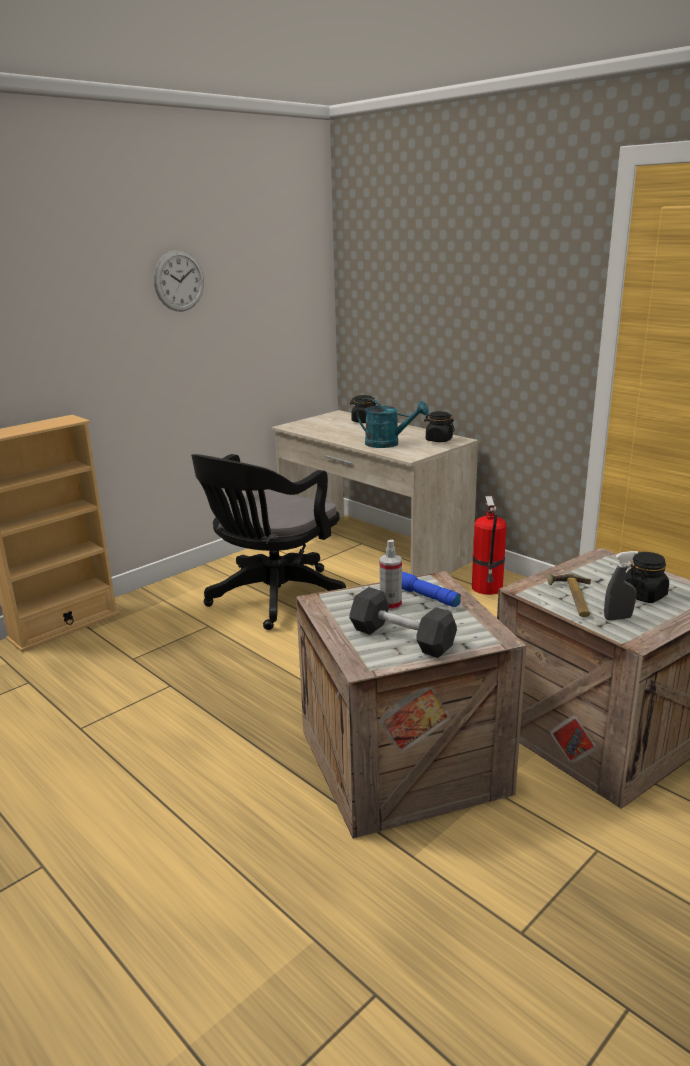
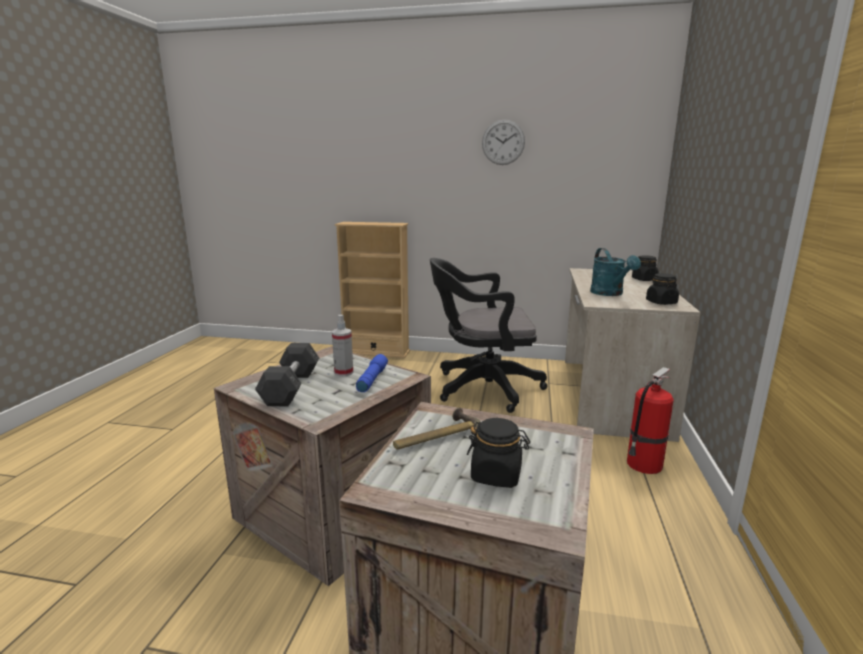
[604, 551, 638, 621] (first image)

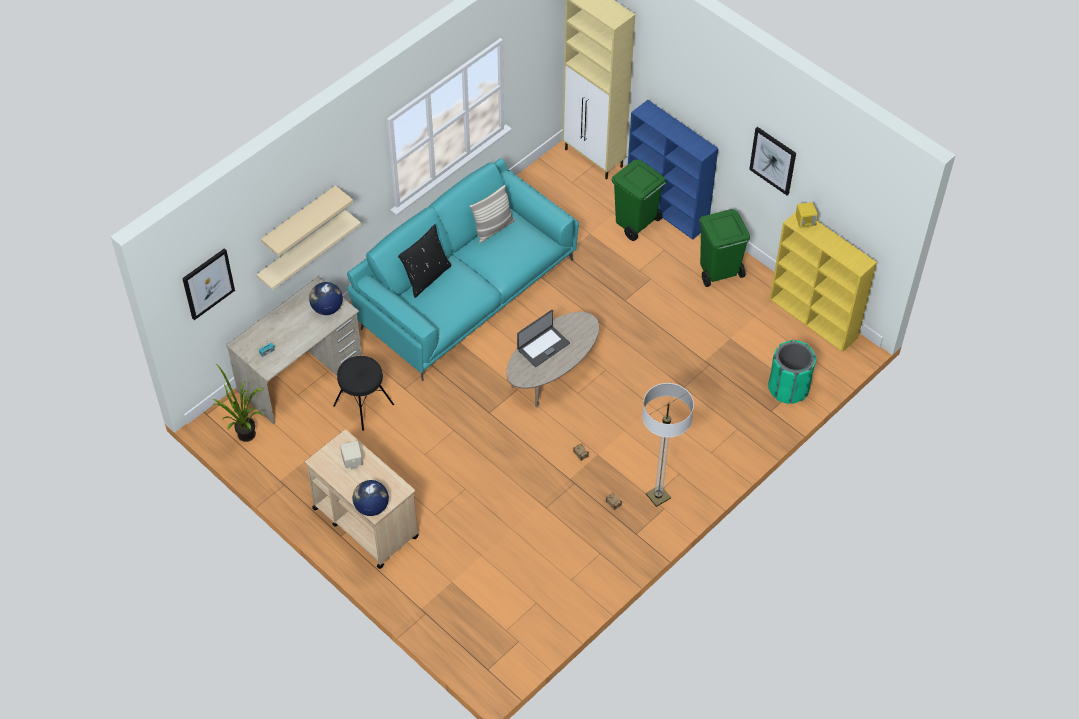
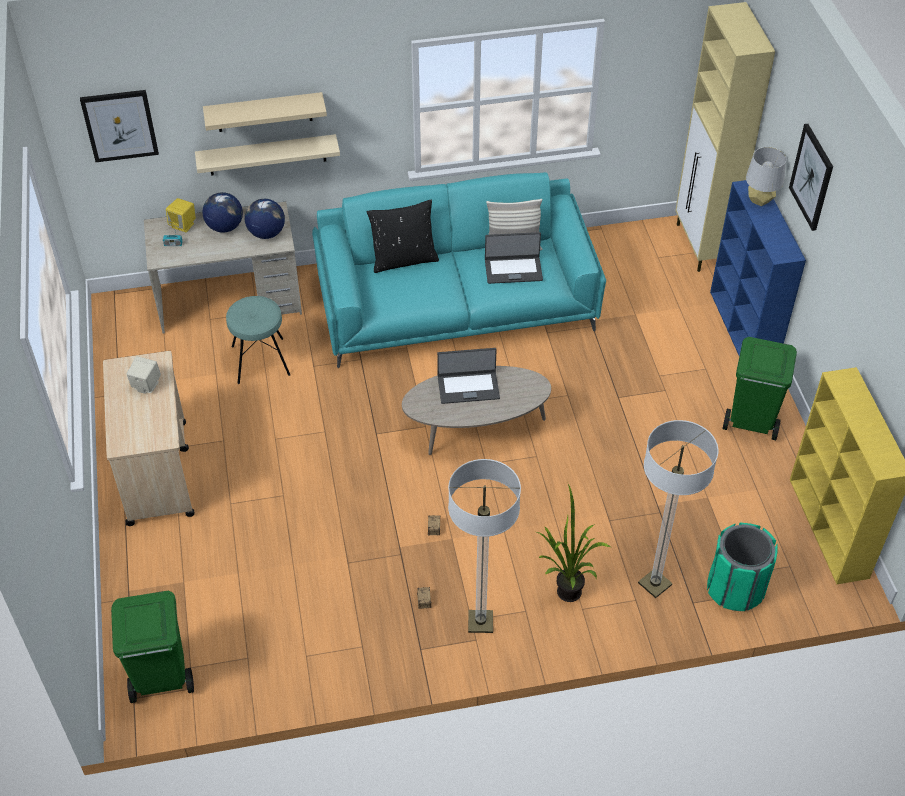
[111, 591, 194, 703]
[166, 198, 196, 232]
[202, 192, 243, 233]
[226, 296, 290, 384]
[485, 232, 543, 284]
[537, 484, 611, 602]
[638, 420, 718, 598]
[746, 147, 786, 206]
[789, 124, 833, 231]

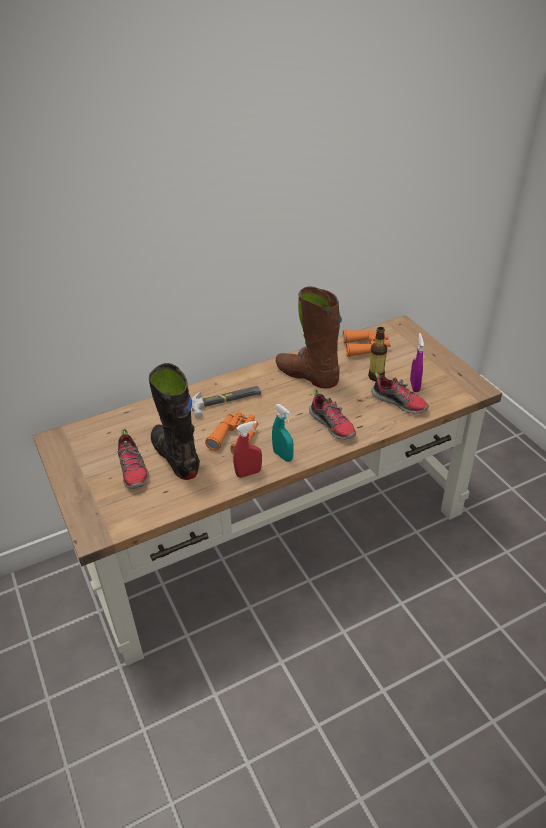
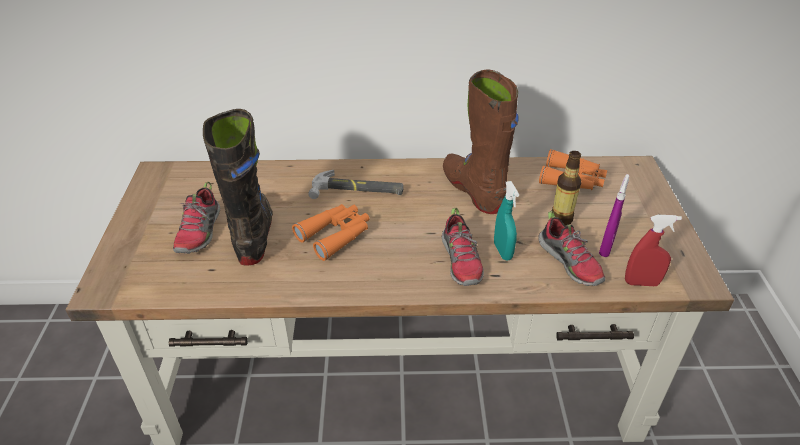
[494, 181, 519, 260]
[625, 215, 682, 286]

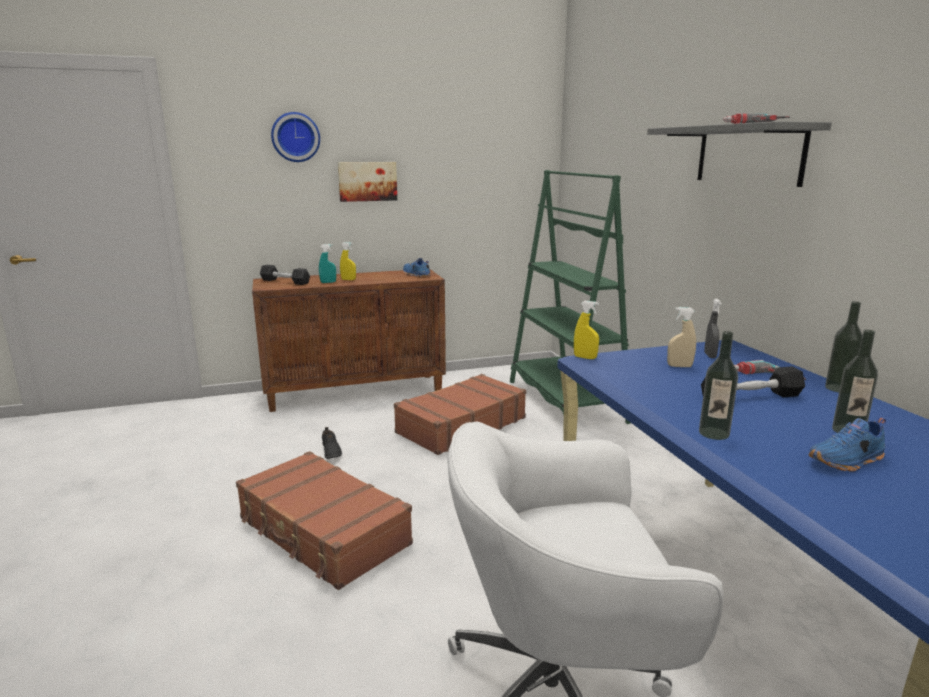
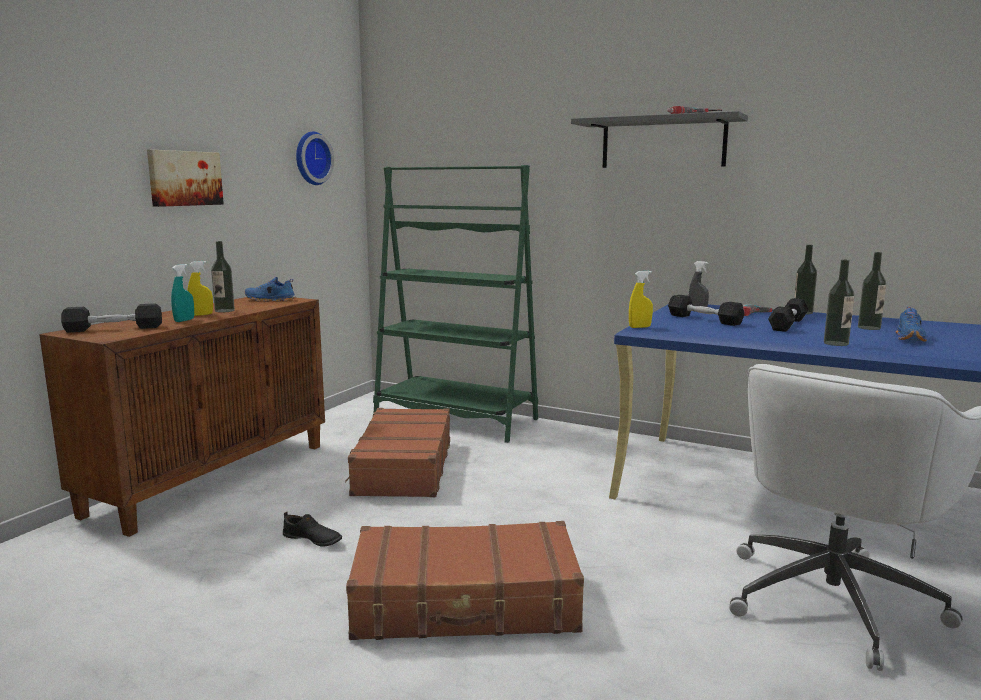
[211, 241, 235, 313]
[296, 132, 334, 185]
[668, 295, 744, 326]

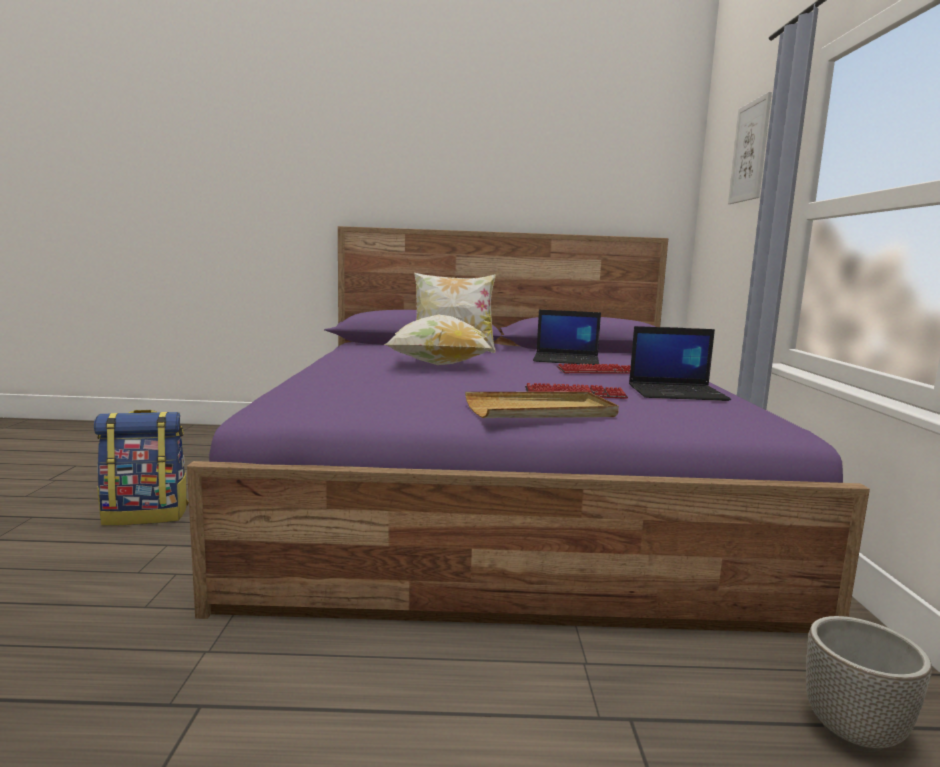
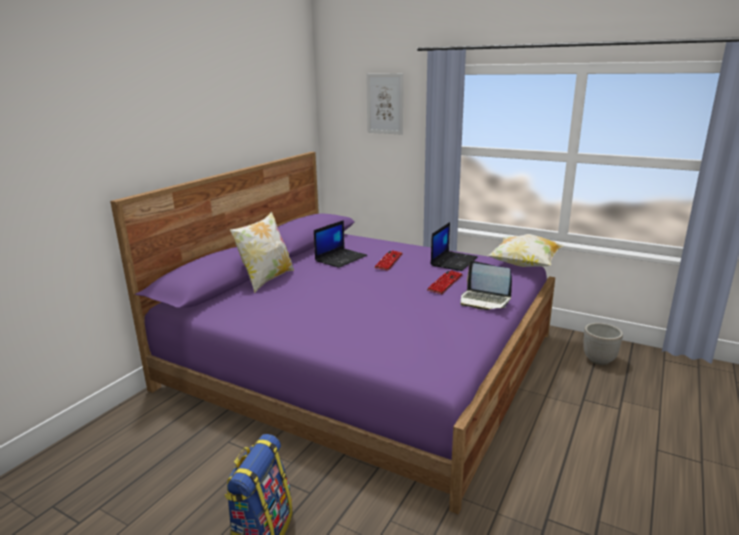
[460, 261, 512, 310]
[487, 234, 563, 267]

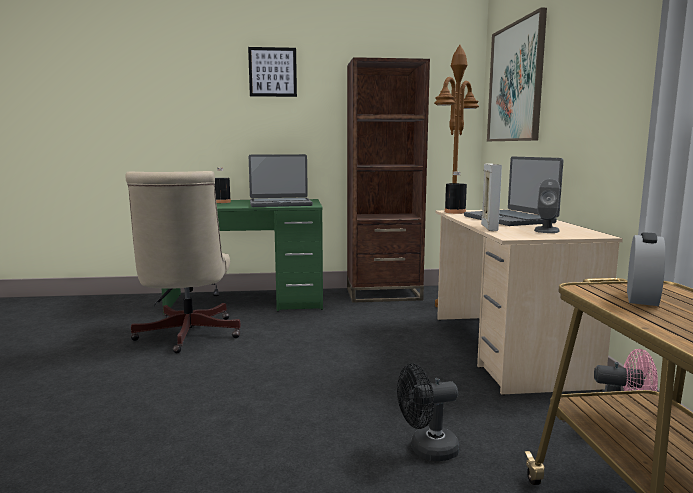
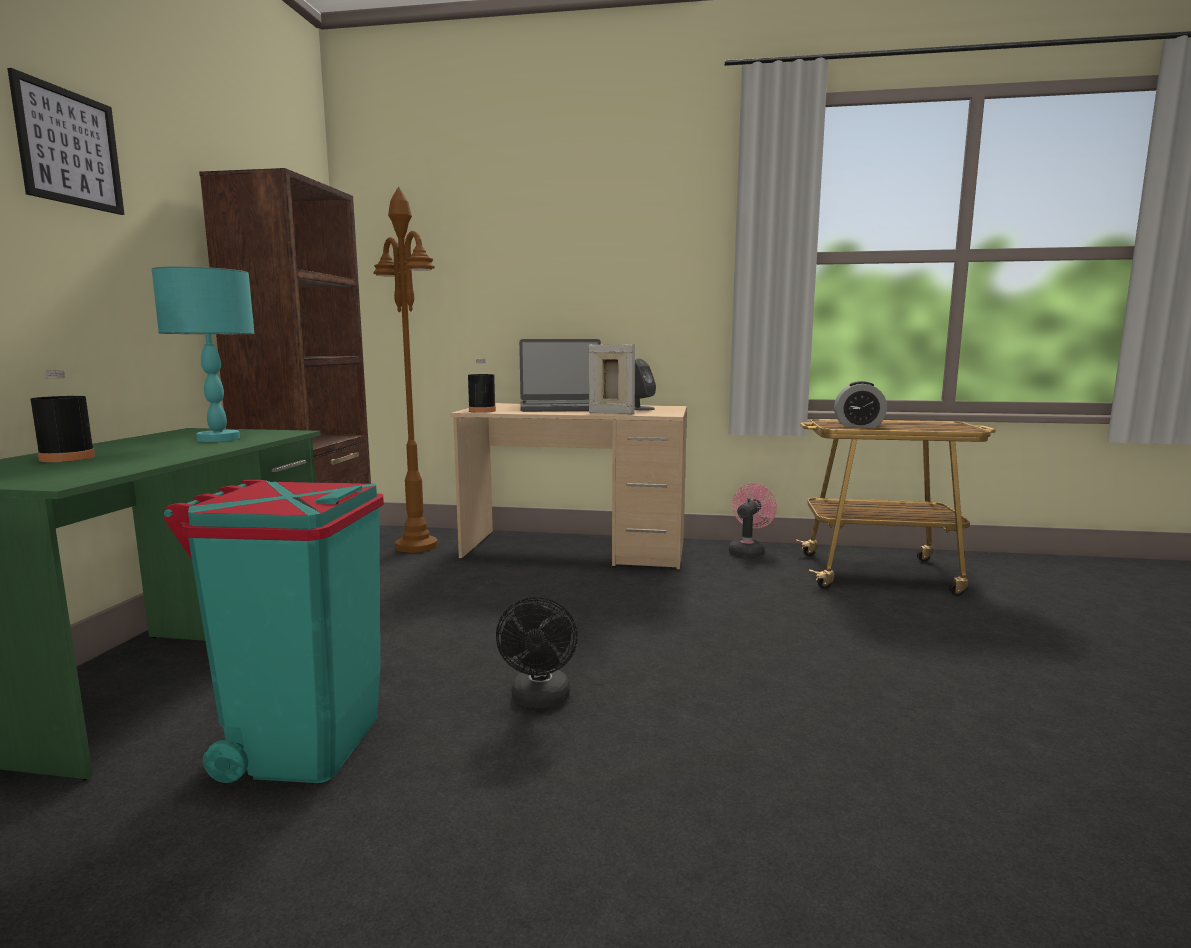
[151, 266, 255, 442]
[164, 480, 384, 783]
[496, 597, 578, 708]
[834, 381, 887, 427]
[487, 8, 547, 141] (first image)

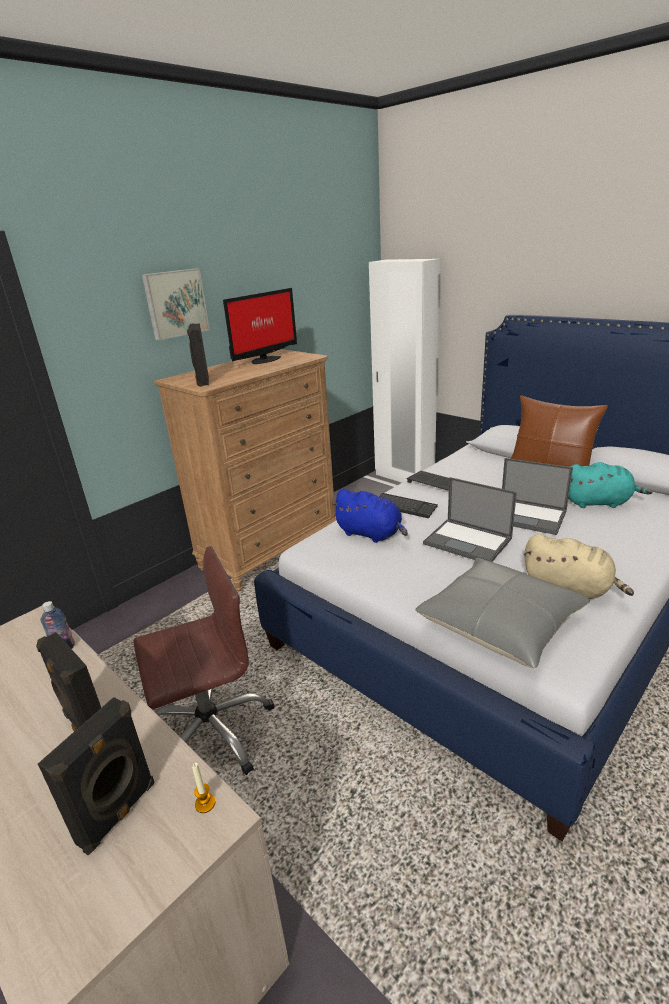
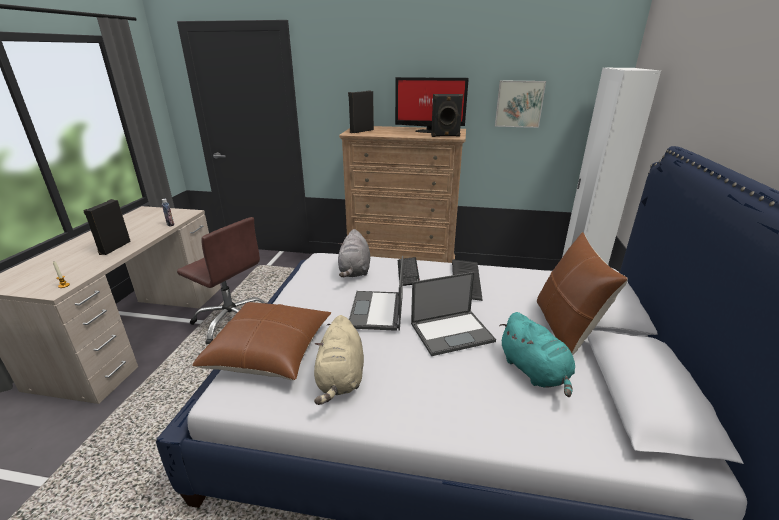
[192, 302, 331, 380]
[338, 229, 370, 277]
[411, 272, 496, 356]
[431, 94, 463, 137]
[495, 80, 546, 128]

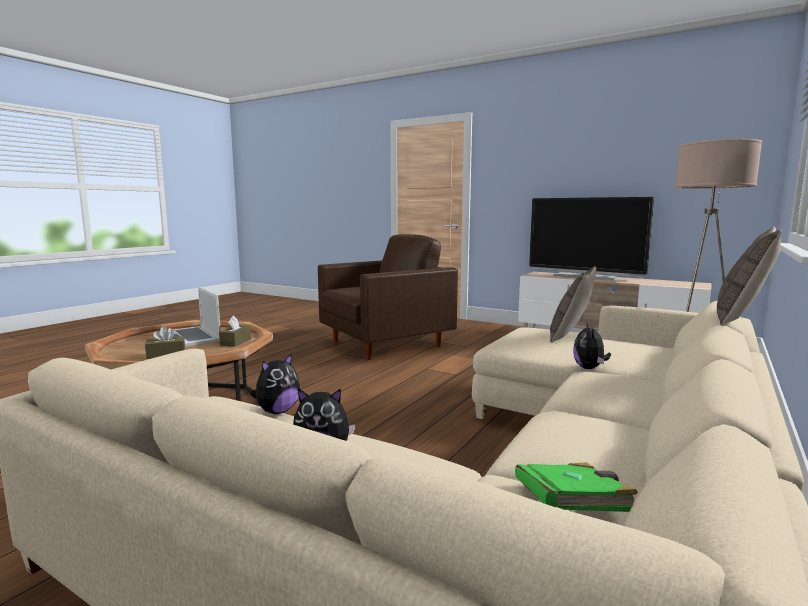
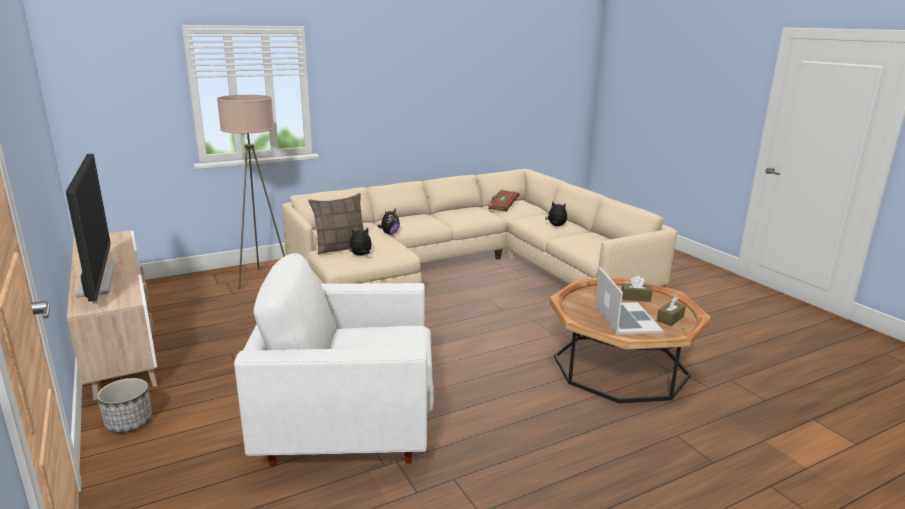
[97, 378, 152, 433]
[234, 253, 434, 467]
[349, 228, 372, 256]
[488, 189, 520, 211]
[657, 297, 686, 326]
[717, 226, 781, 326] (first image)

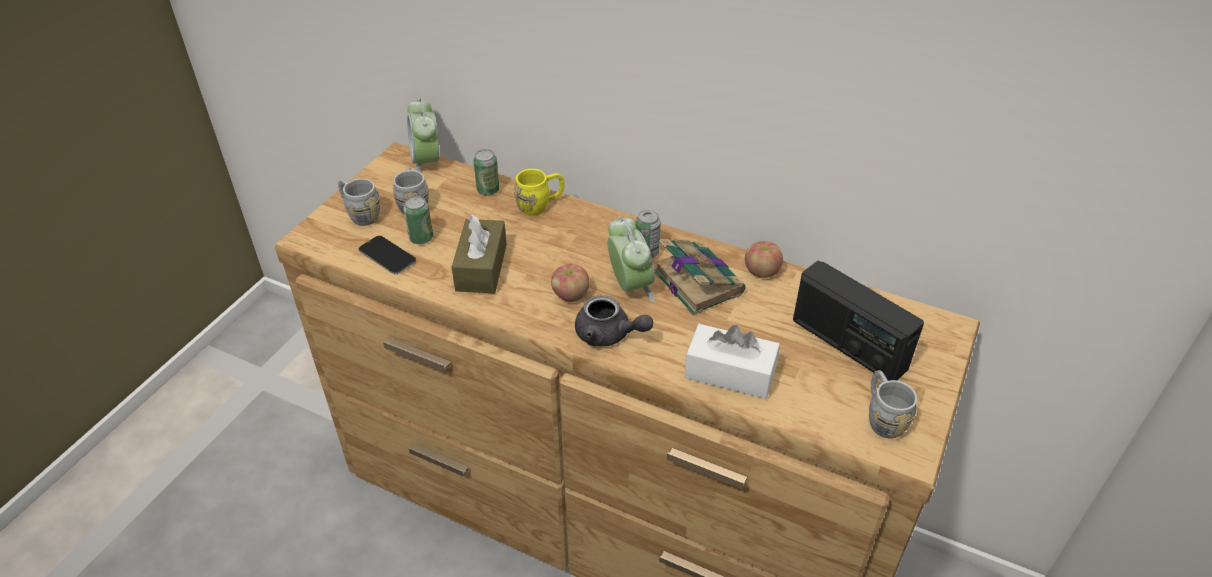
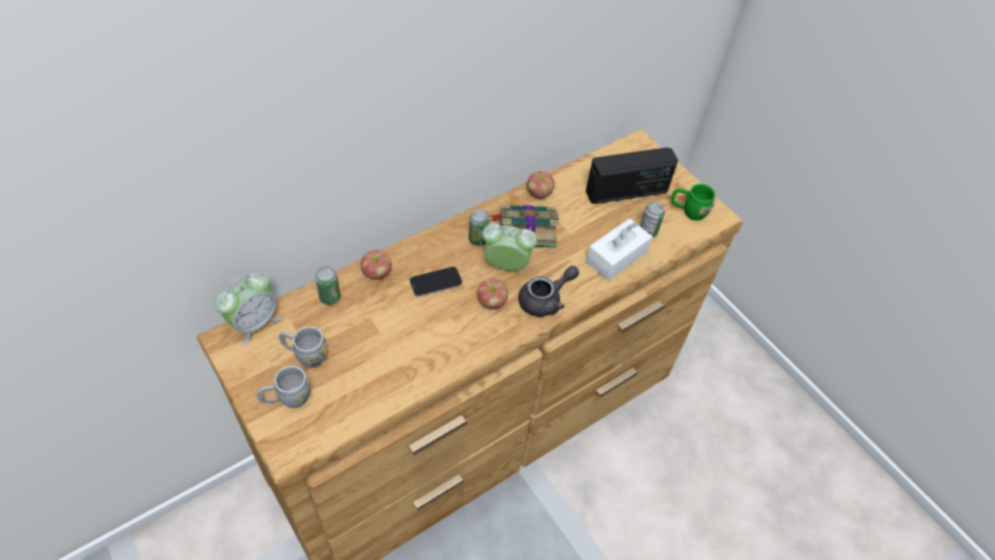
[215, 272, 282, 345]
[361, 250, 392, 280]
[410, 267, 462, 297]
[640, 202, 665, 238]
[671, 184, 715, 221]
[452, 215, 507, 293] (first image)

